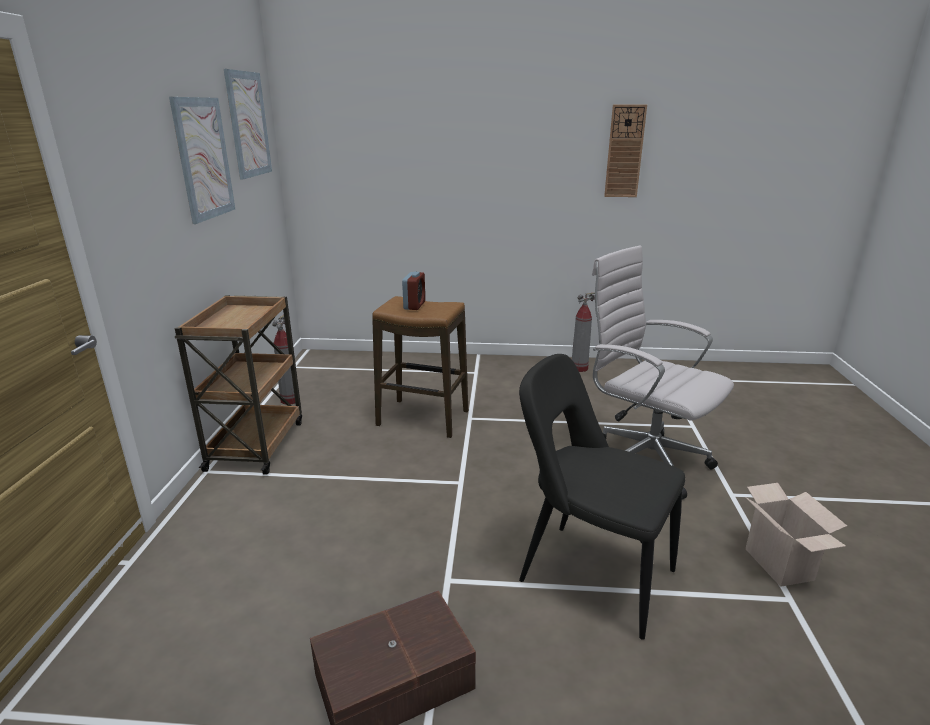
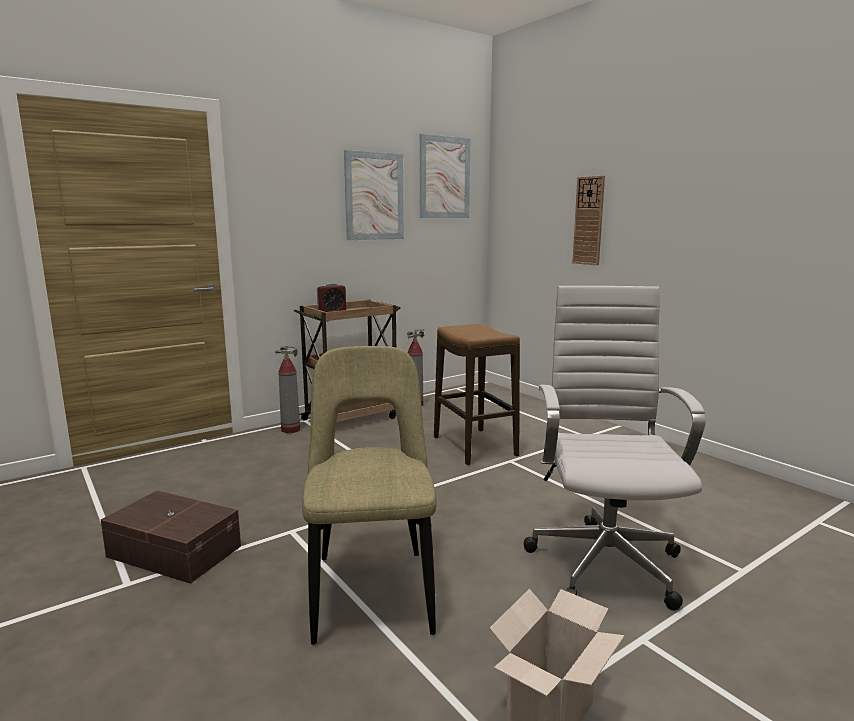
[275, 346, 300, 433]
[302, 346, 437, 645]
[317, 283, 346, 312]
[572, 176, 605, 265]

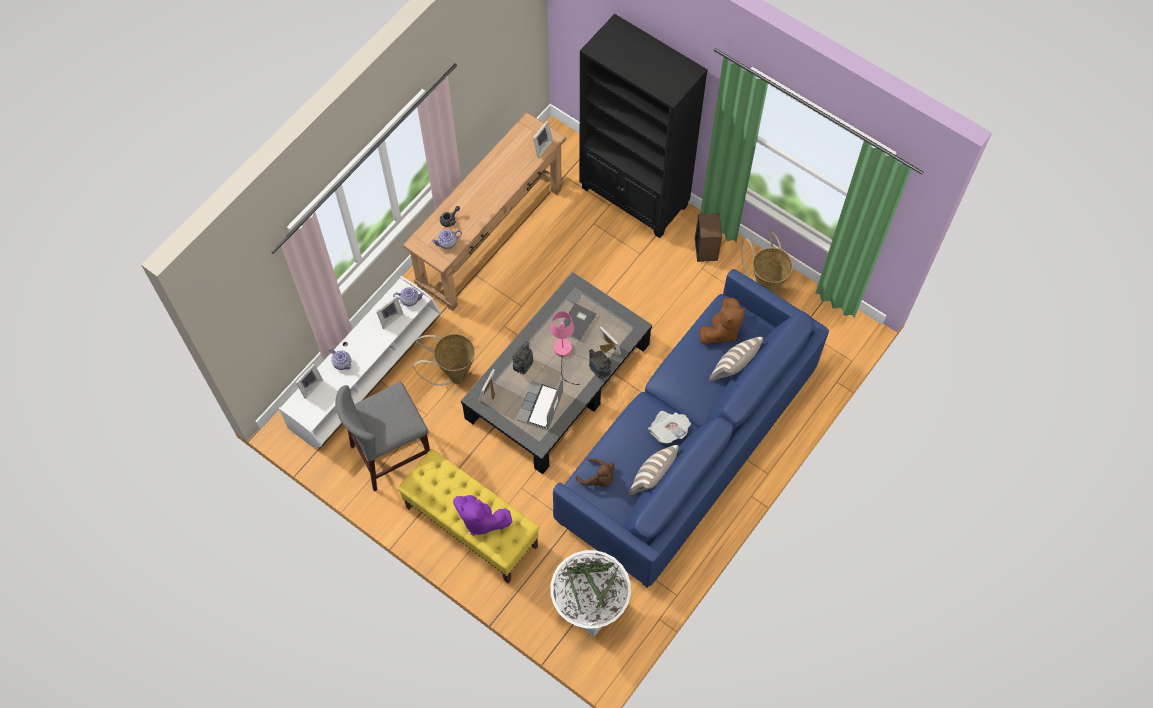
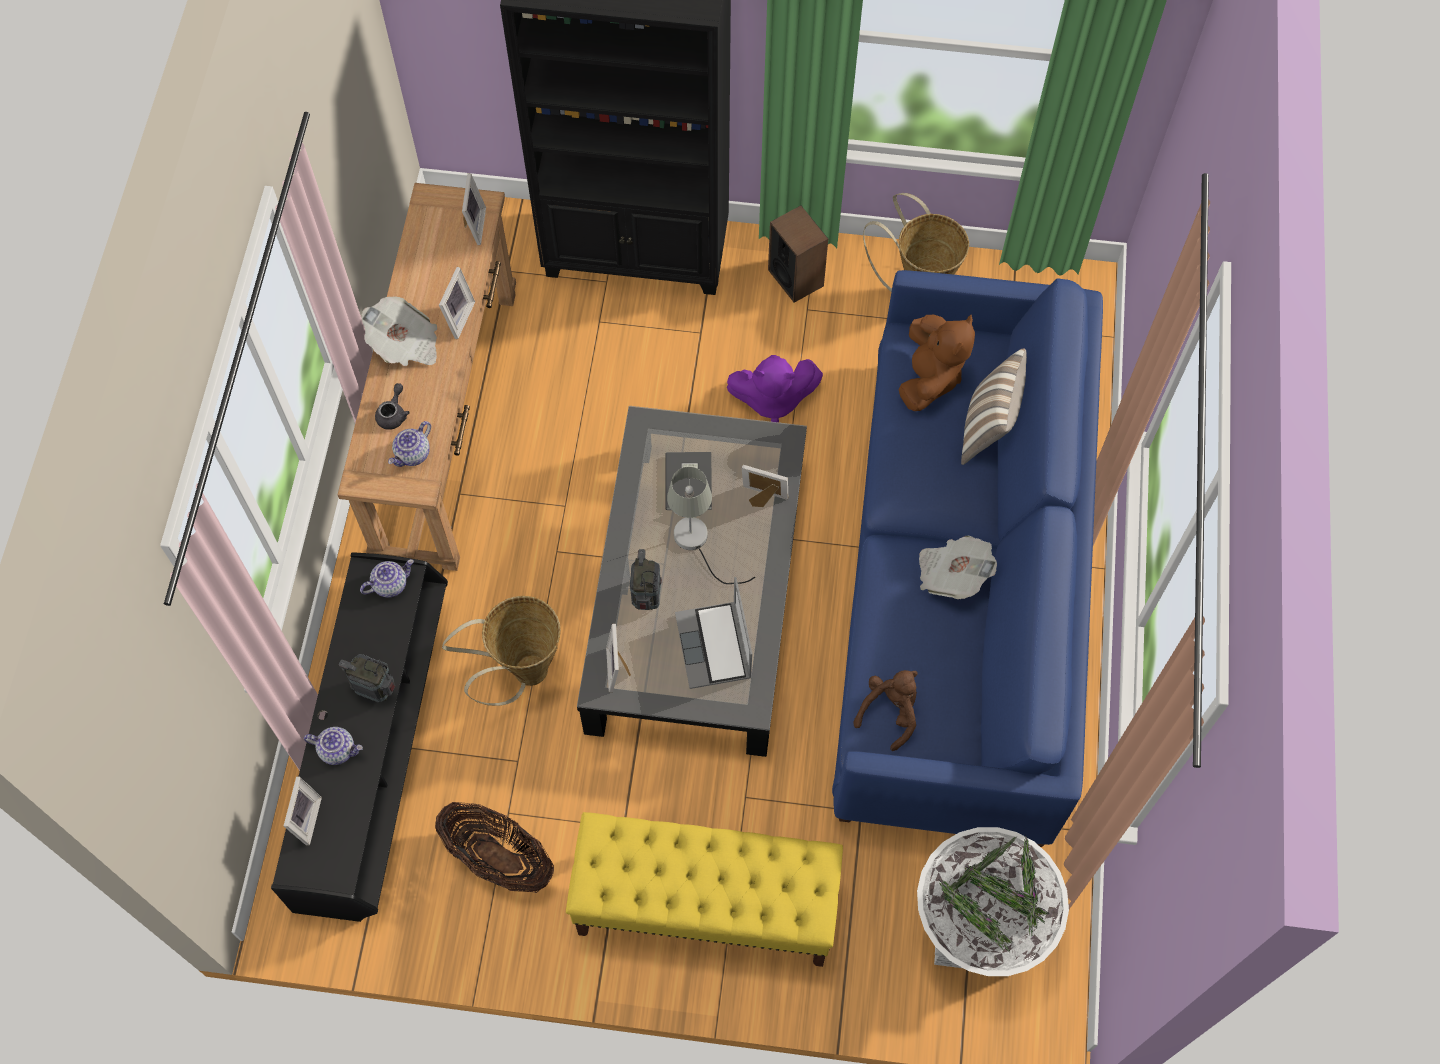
[271, 552, 448, 922]
[338, 654, 396, 702]
[361, 296, 437, 366]
[435, 802, 554, 893]
[439, 267, 475, 339]
[667, 467, 755, 584]
[727, 355, 823, 422]
[854, 670, 918, 751]
[629, 445, 679, 495] (first image)

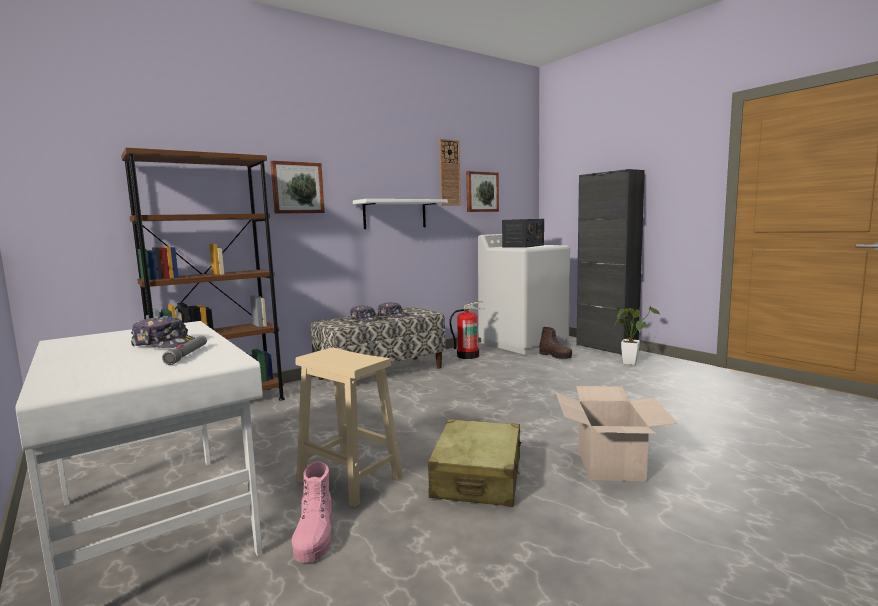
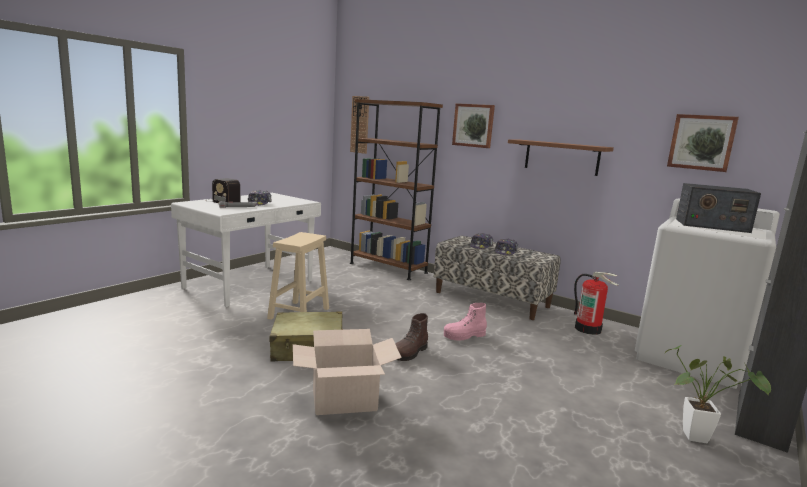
[208, 178, 240, 203]
[350, 96, 369, 154]
[396, 313, 428, 361]
[444, 303, 487, 341]
[508, 139, 614, 176]

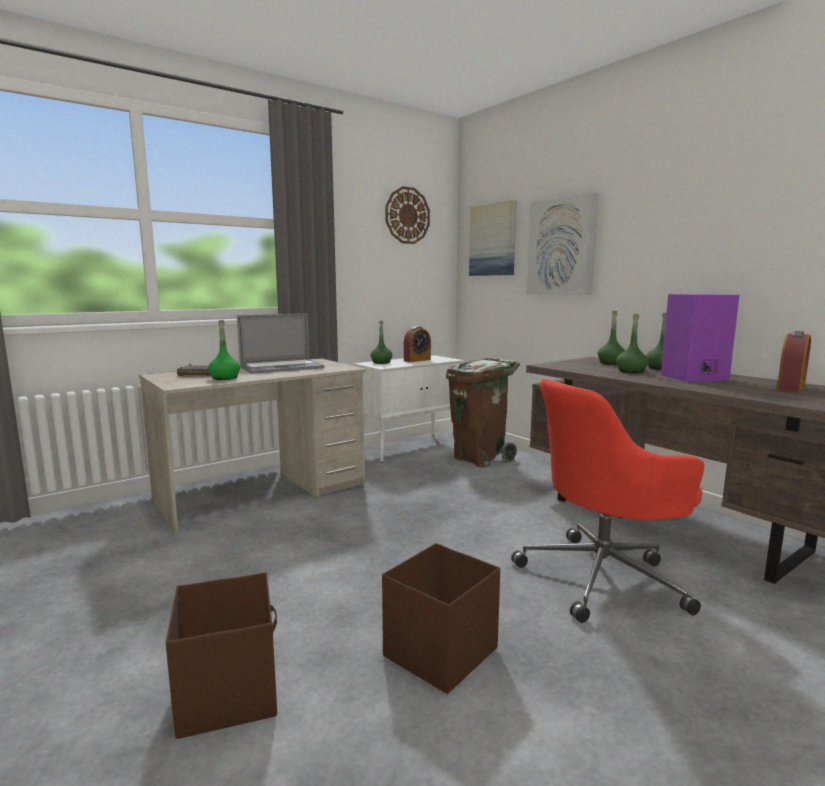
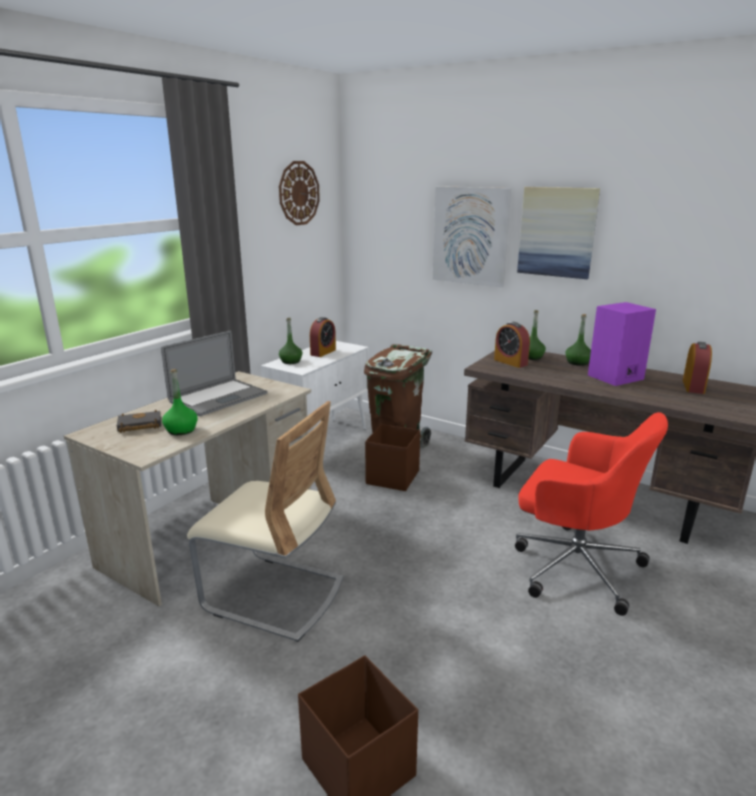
[187, 401, 343, 642]
[365, 424, 420, 491]
[494, 322, 530, 368]
[515, 412, 668, 616]
[517, 187, 600, 279]
[616, 314, 649, 373] (first image)

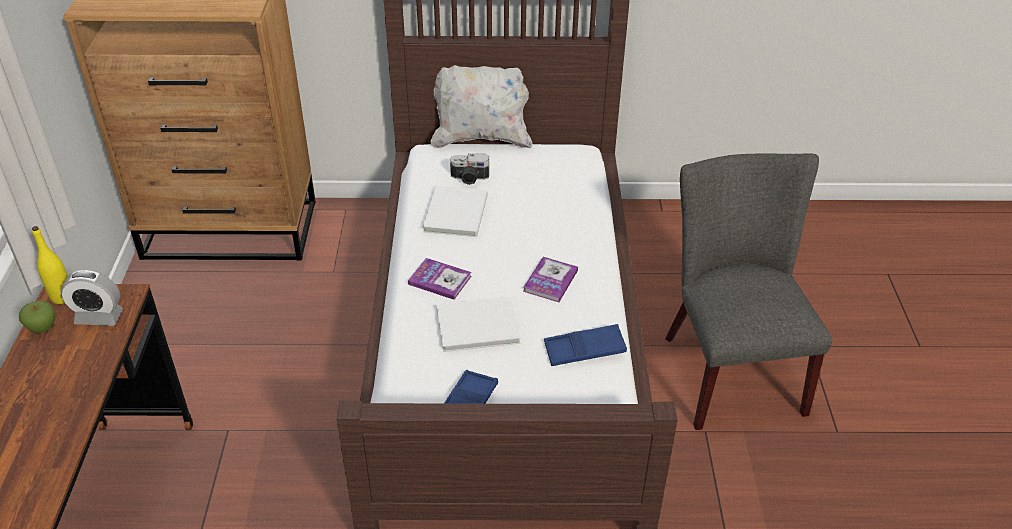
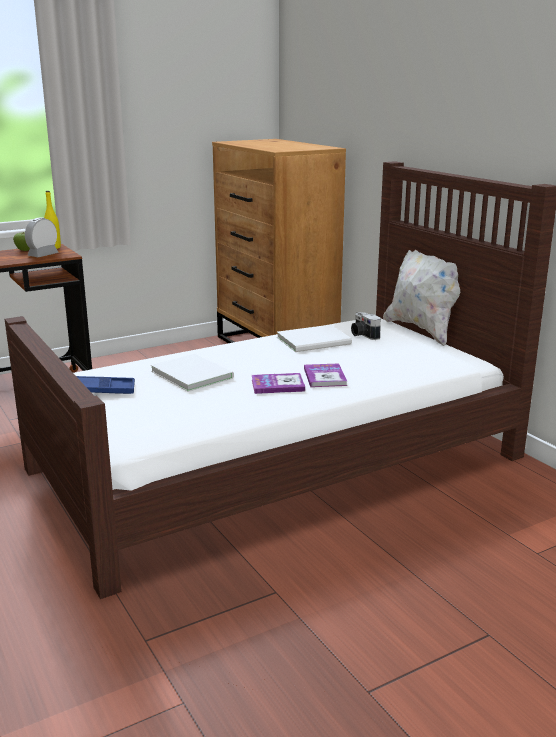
[25, 217, 59, 257]
[304, 363, 347, 387]
[544, 324, 627, 366] (first image)
[665, 153, 832, 430] (first image)

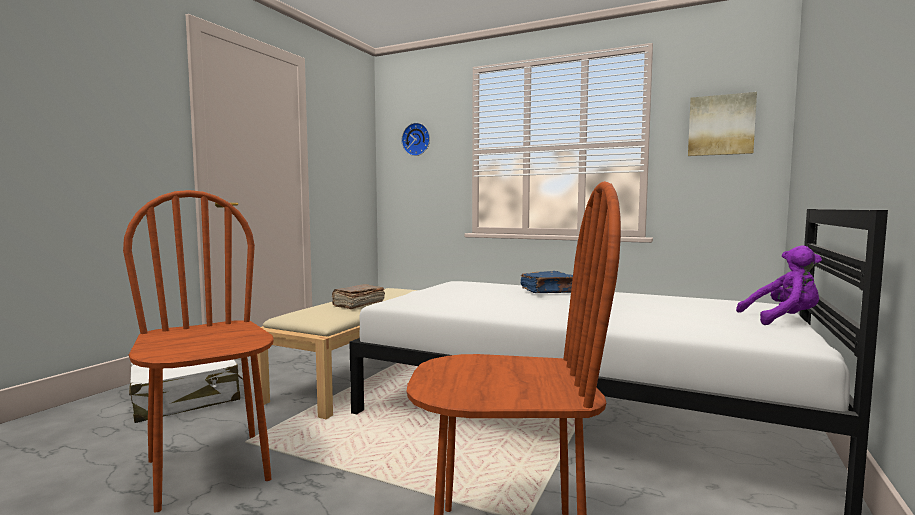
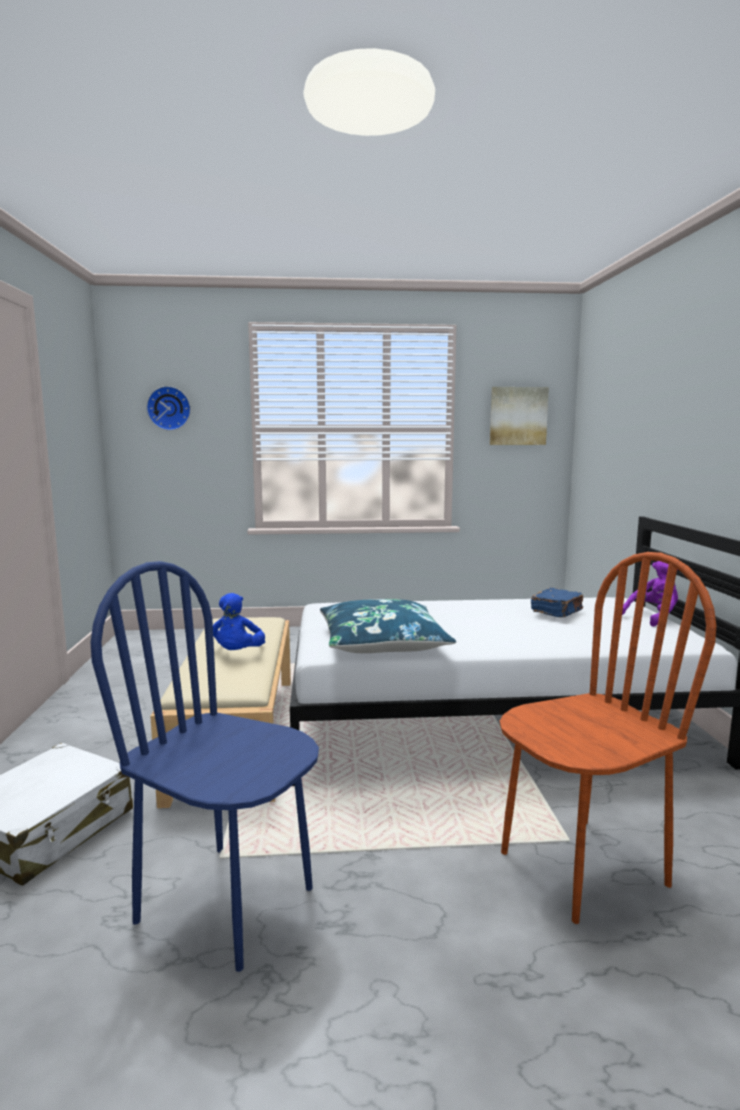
[91, 561, 319, 972]
[213, 593, 265, 650]
[320, 599, 456, 653]
[531, 588, 583, 618]

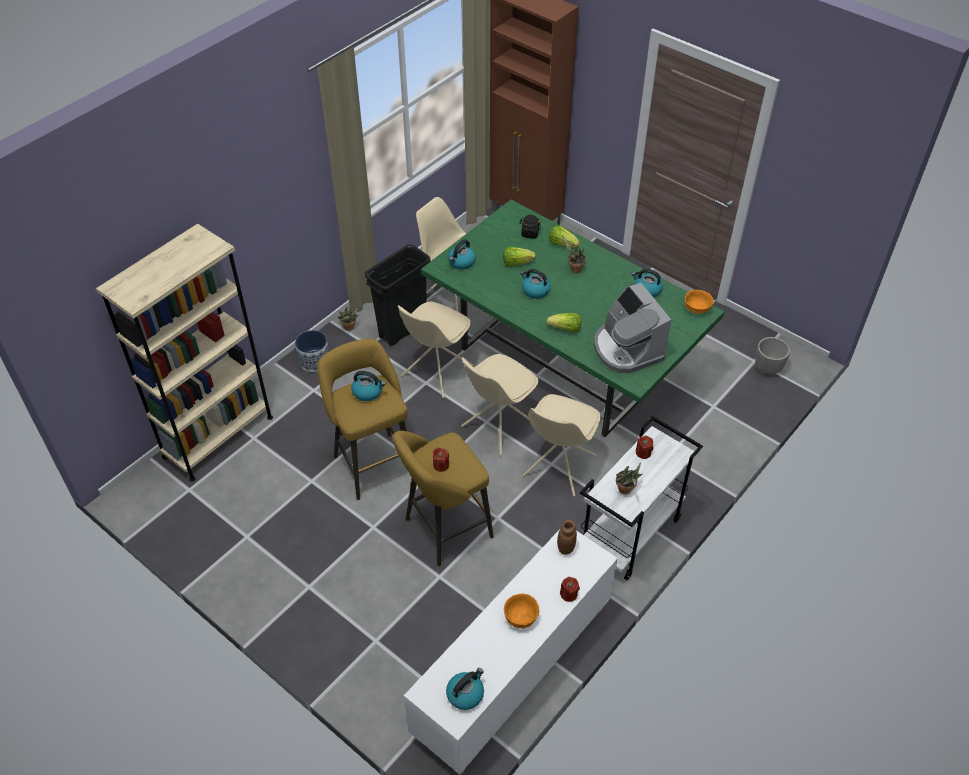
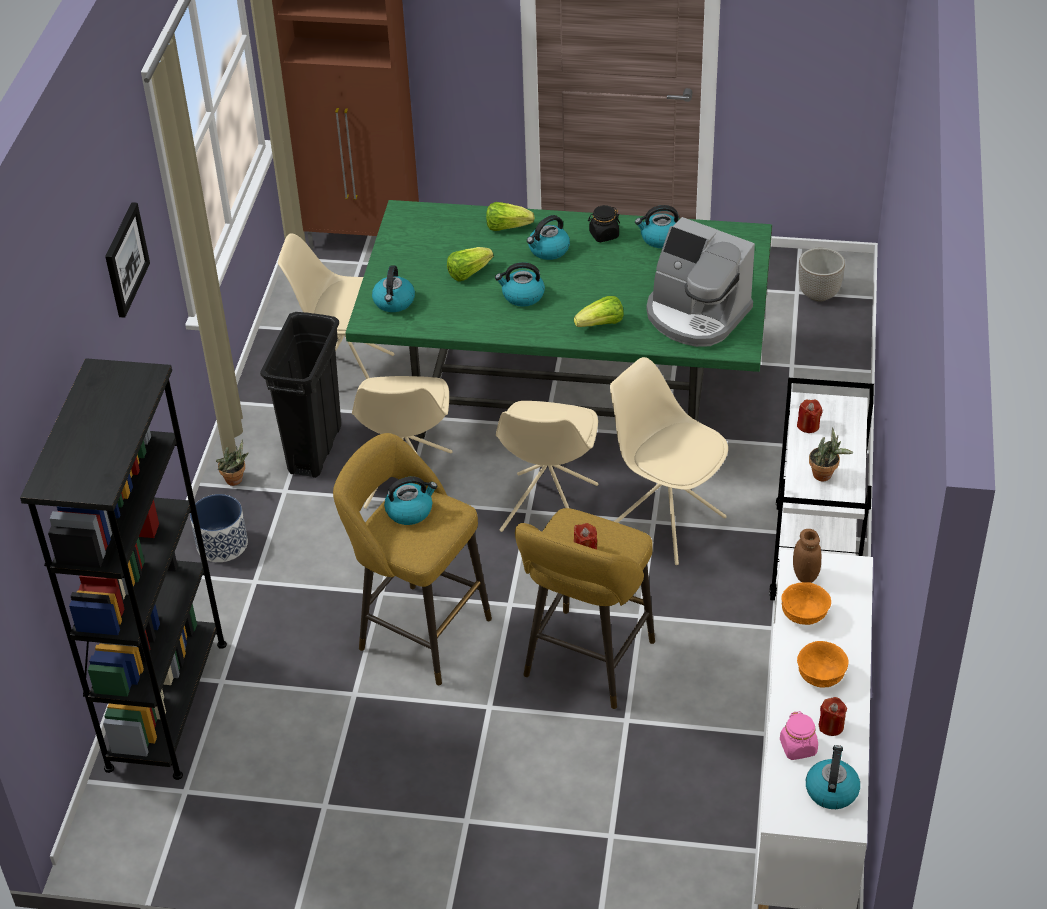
[20, 358, 227, 780]
[105, 202, 150, 318]
[527, 215, 570, 260]
[588, 205, 620, 242]
[610, 357, 728, 565]
[780, 711, 818, 760]
[781, 582, 831, 625]
[819, 697, 847, 736]

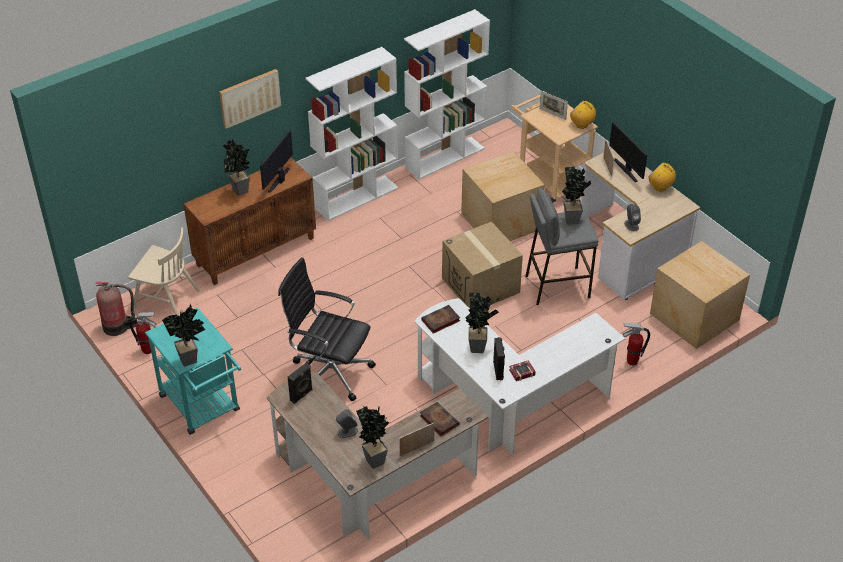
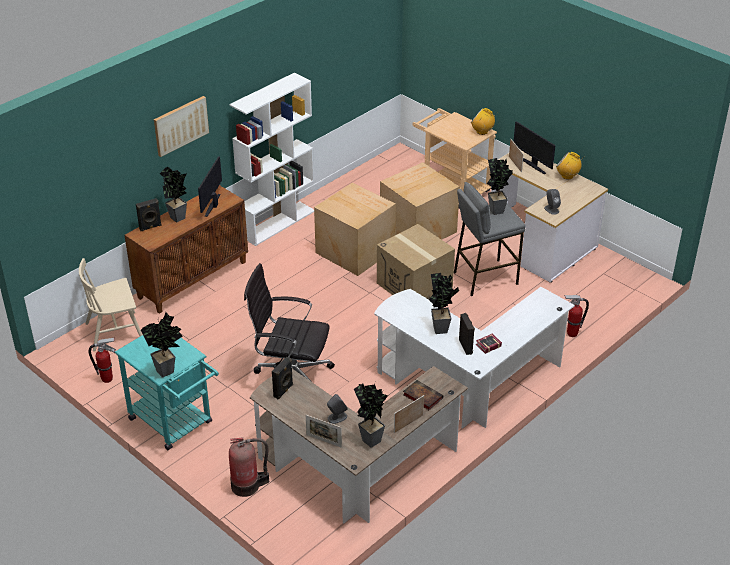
[79, 258, 142, 351]
[136, 198, 162, 231]
[229, 437, 269, 497]
[306, 415, 342, 448]
[314, 182, 396, 276]
[404, 9, 490, 179] (first image)
[421, 305, 460, 334] (first image)

